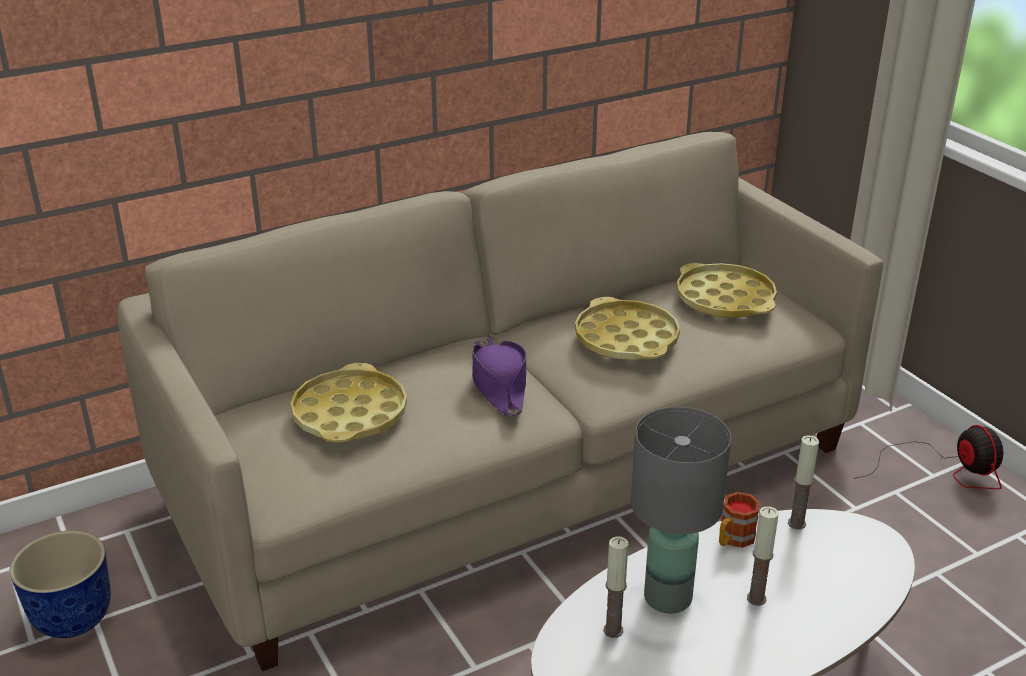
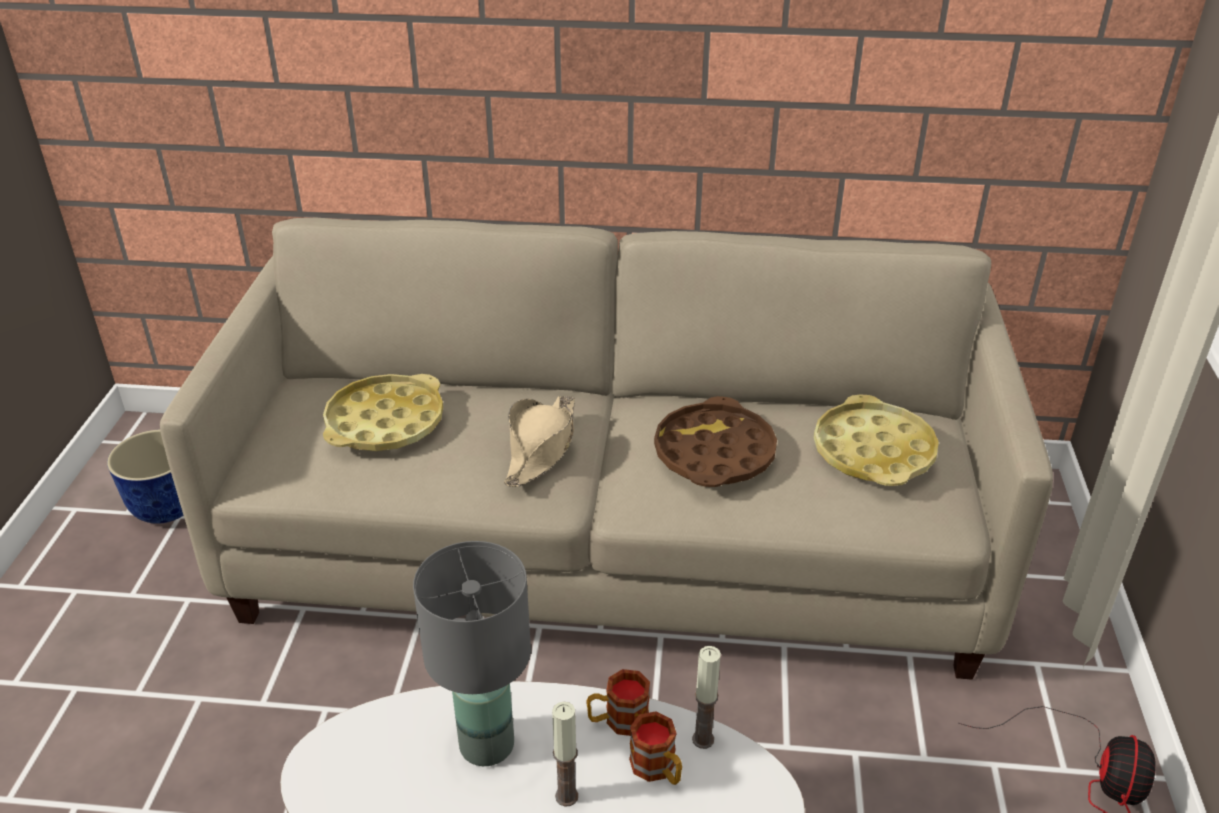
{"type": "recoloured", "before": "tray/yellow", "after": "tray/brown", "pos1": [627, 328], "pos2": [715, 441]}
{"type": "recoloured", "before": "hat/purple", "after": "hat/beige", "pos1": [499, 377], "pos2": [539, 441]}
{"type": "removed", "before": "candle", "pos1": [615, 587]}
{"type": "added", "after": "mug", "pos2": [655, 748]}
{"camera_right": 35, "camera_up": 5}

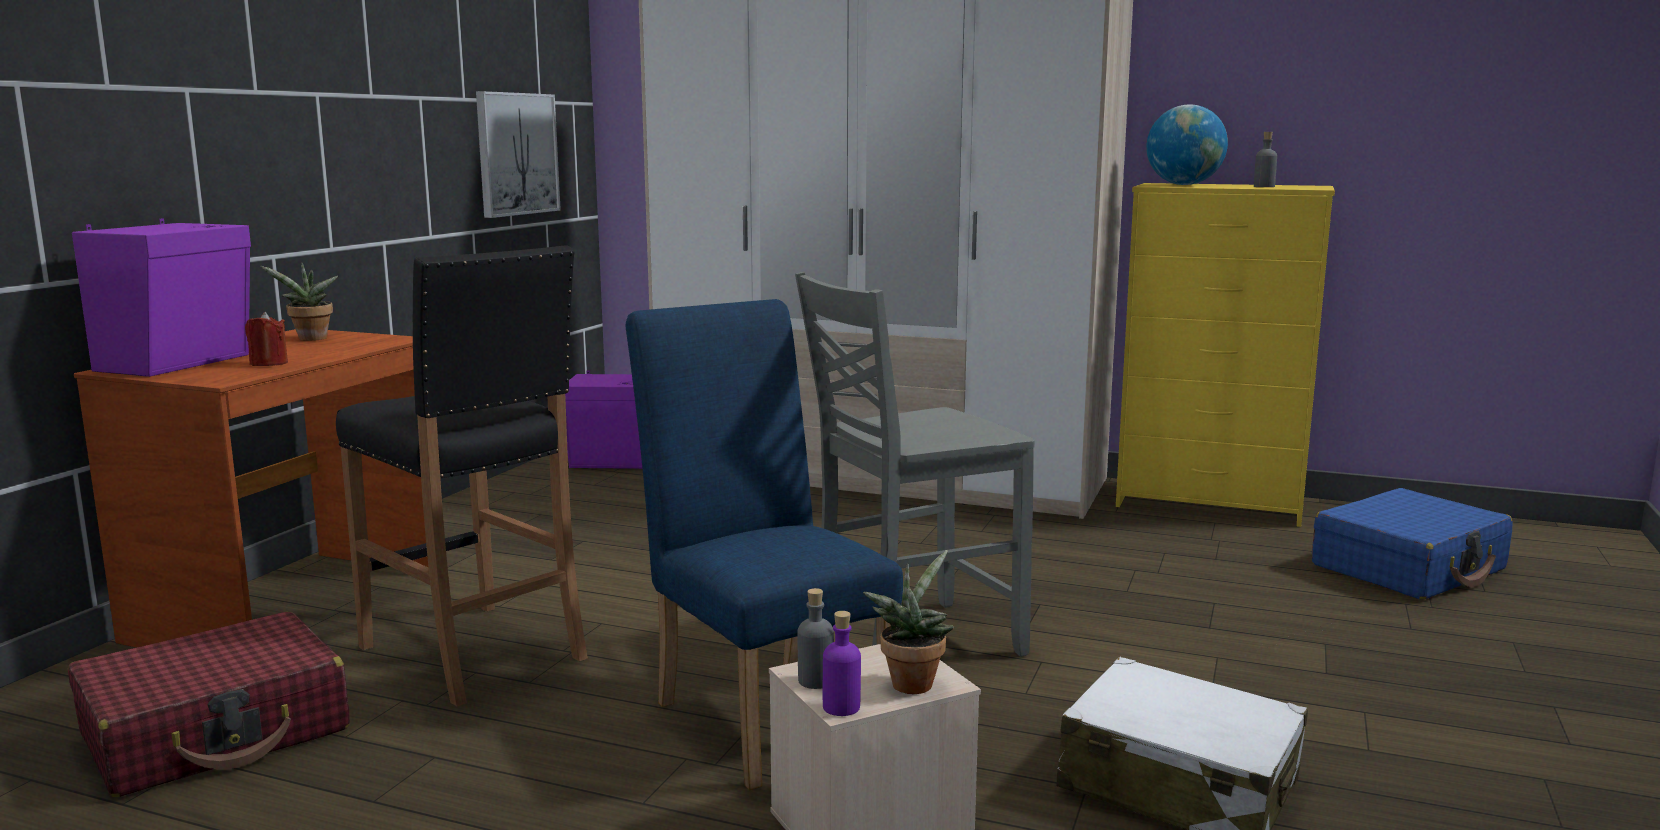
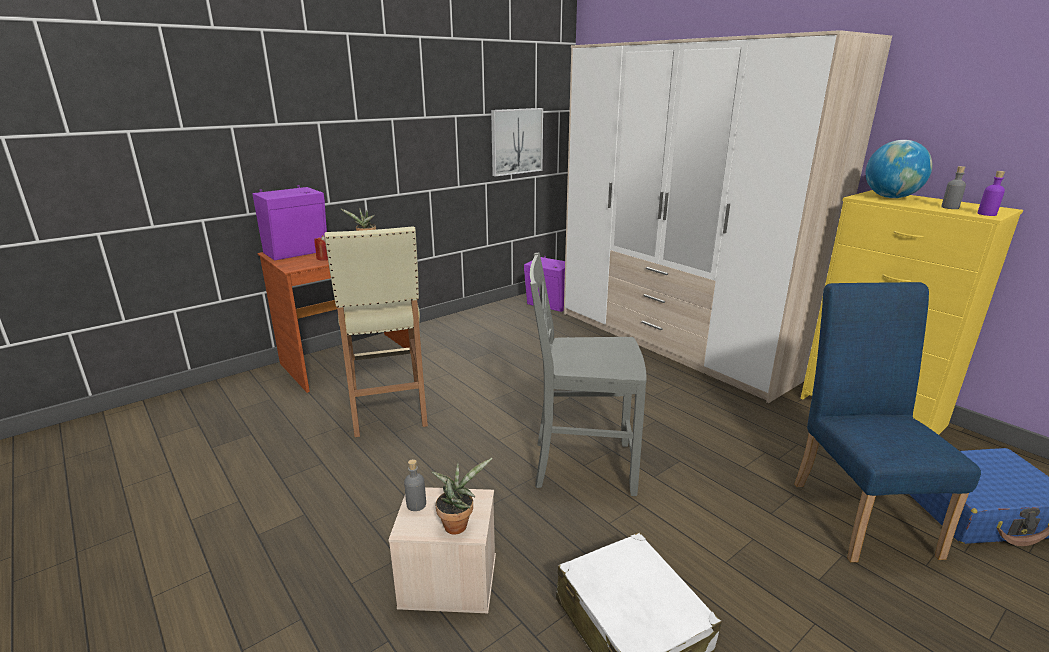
{"type": "recoloured", "before": "stool/black", "after": "stool/beige", "pos1": [462, 475], "pos2": [376, 331]}
{"type": "moved", "before": "chair/blue", "pos1": [764, 544], "pos2": [887, 422]}
{"type": "moved", "before": "bottle/purple", "pos1": [842, 663], "pos2": [991, 193]}
{"type": "removed", "before": "suitcase/red", "pos1": [209, 704]}
{"camera_right": 30, "camera_up": 10}

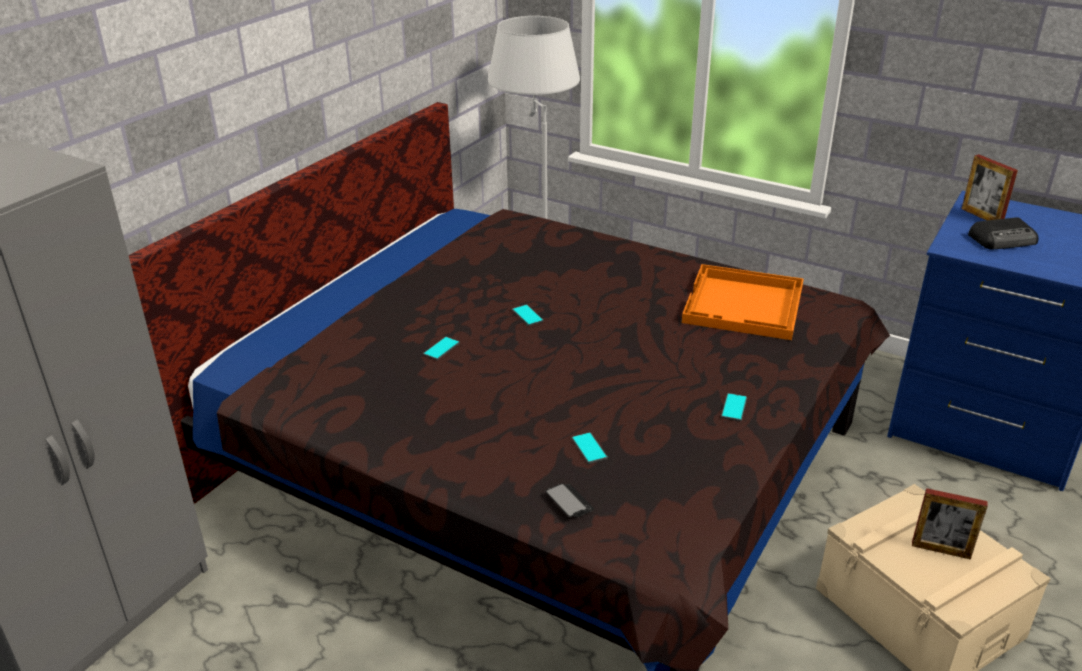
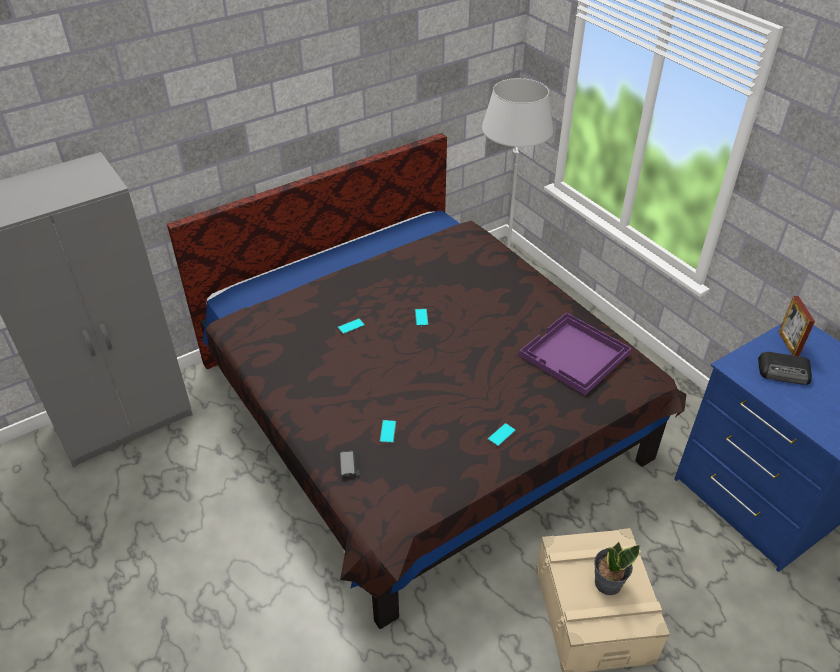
{"type": "recoloured", "before": "tray/orange", "after": "tray/purple", "pos1": [742, 302], "pos2": [575, 353]}
{"type": "replaced", "before": "picture frame", "after": "potted plant", "pos1": [950, 524], "pos2": [617, 568]}
{"camera_right": 25, "camera_up": 10}

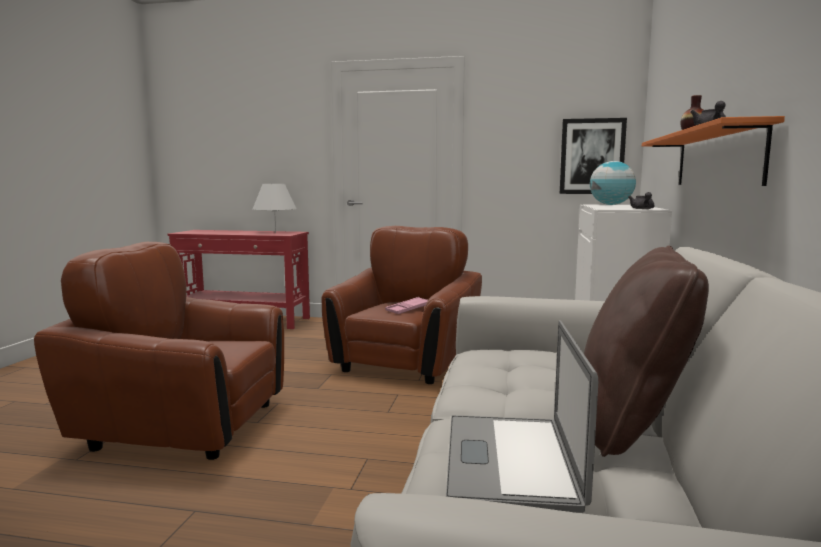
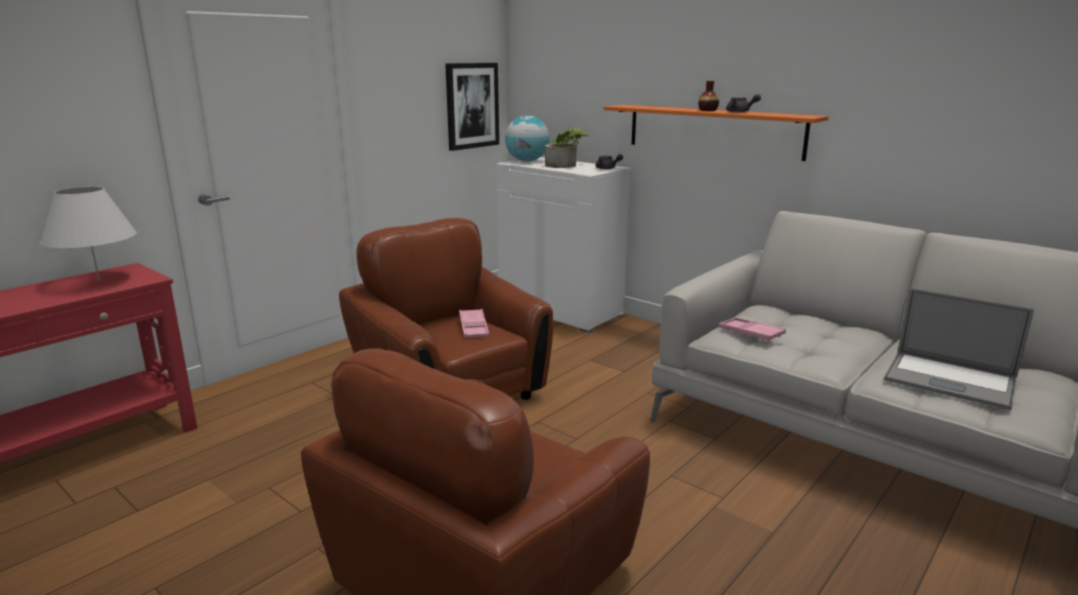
{"type": "removed", "before": "pillow/brown", "pos1": [646, 351]}
{"type": "added", "after": "potted plant", "pos2": [566, 147]}
{"type": "added", "after": "tray/pink", "pos2": [752, 329]}
{"camera_right": -60, "camera_up": 10}

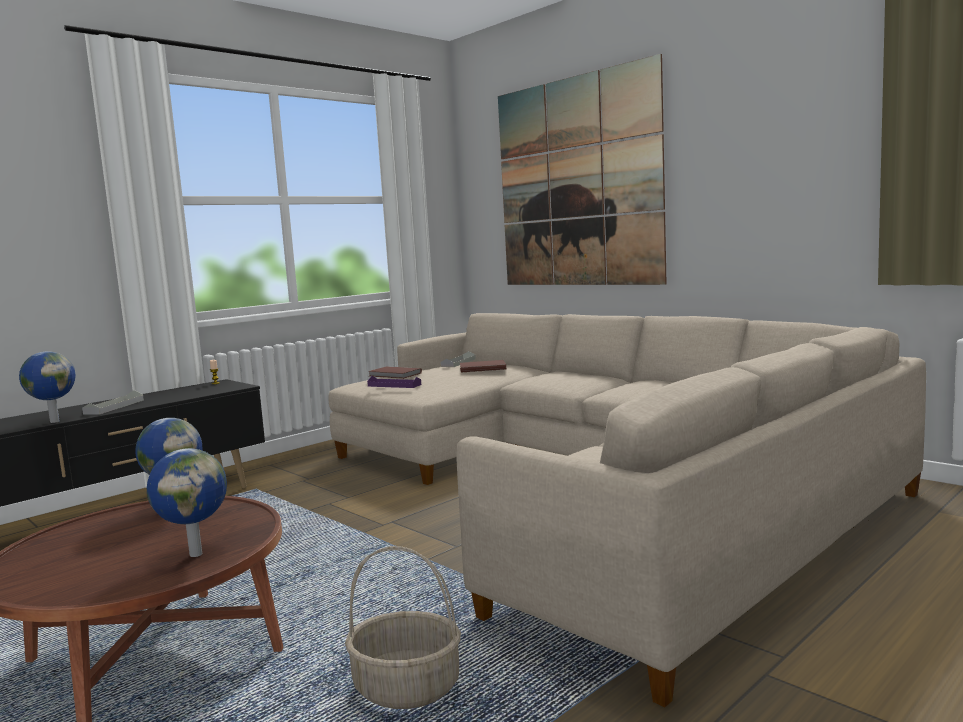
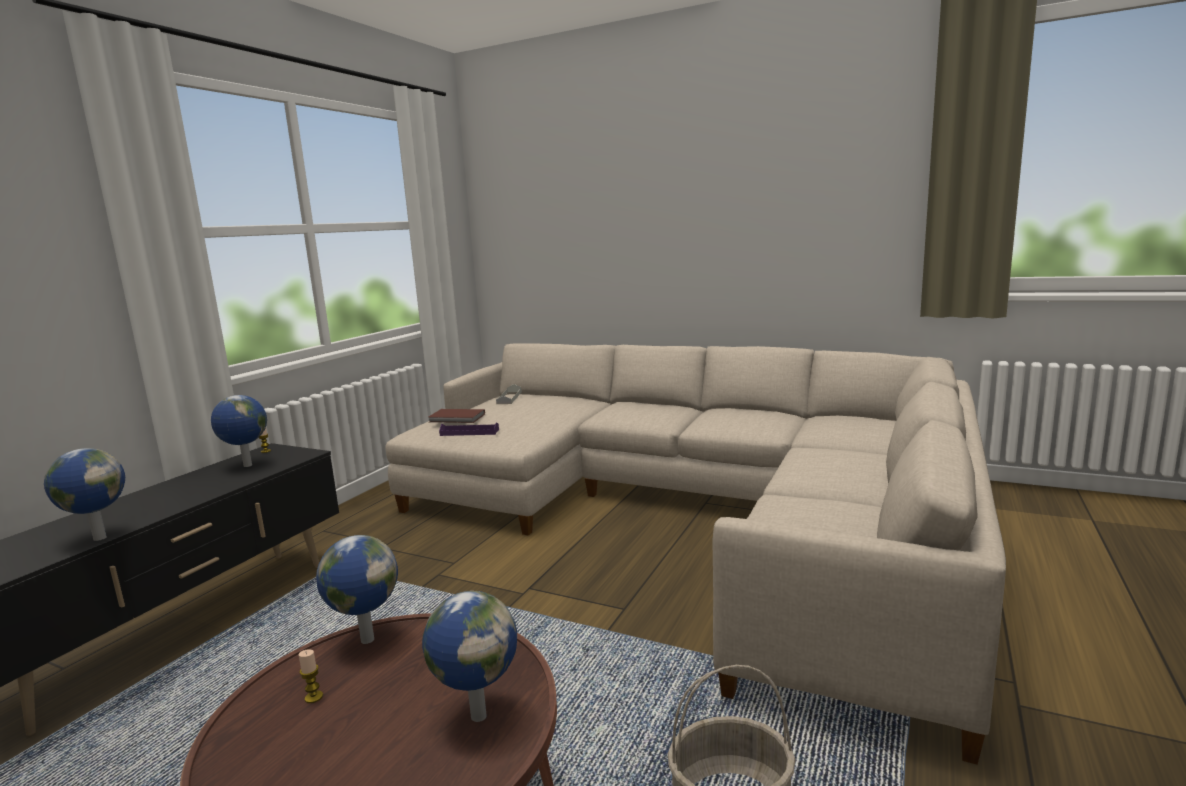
{"type": "removed", "before": "picture", "pos1": [582, 169]}
{"type": "removed", "before": "book/brown", "pos1": [483, 366]}
{"type": "removed", "before": "tray/grey", "pos1": [113, 402]}
{"type": "added", "after": "globe", "pos2": [239, 431]}
{"type": "added", "after": "candle", "pos2": [310, 676]}
{"camera_right": -20, "camera_up": 5}

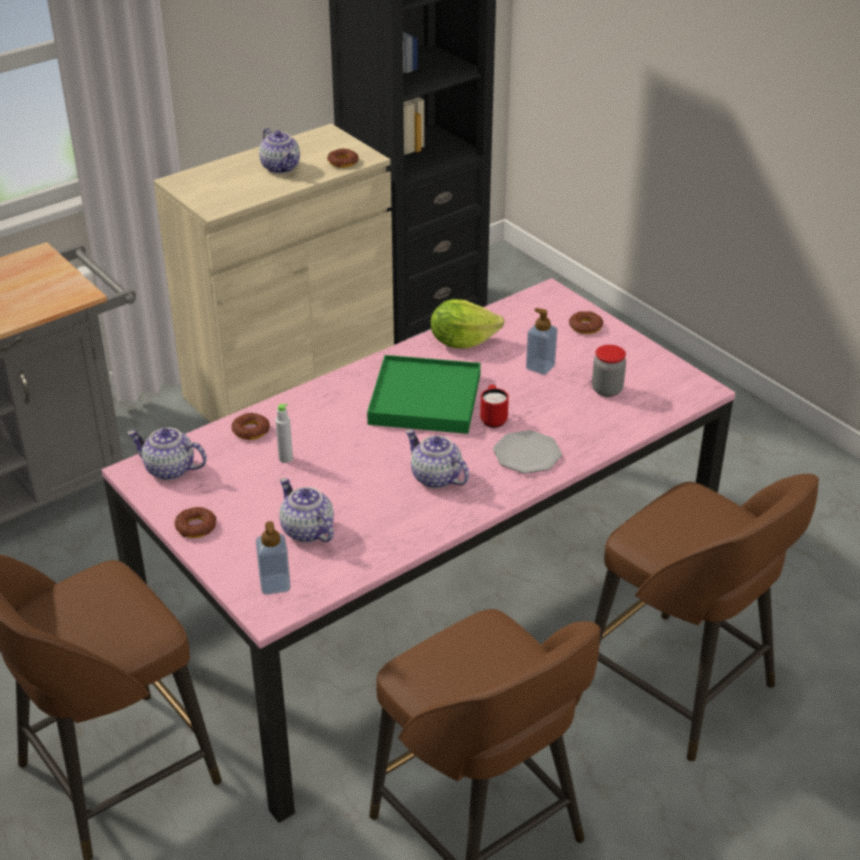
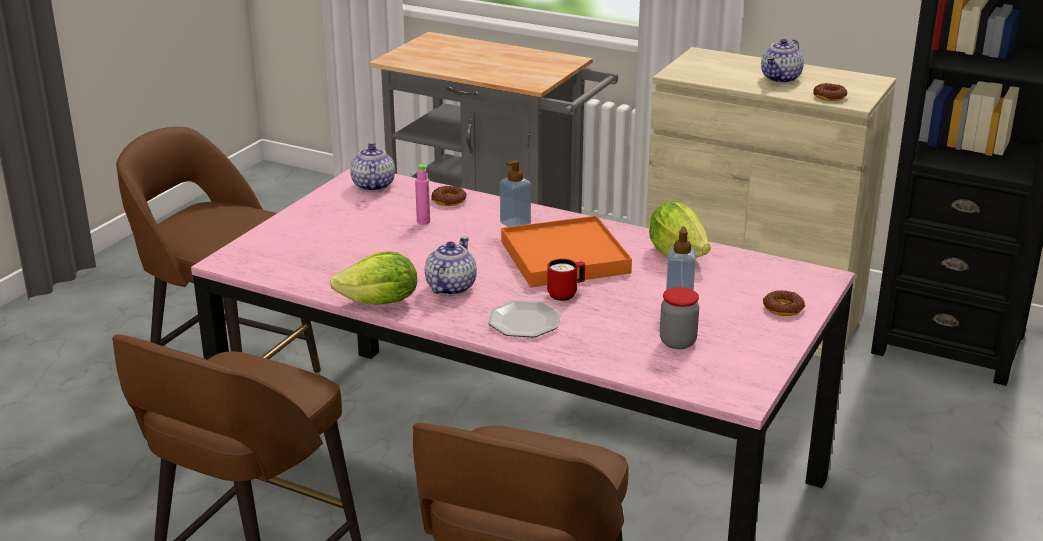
{"type": "recoloured", "before": "tray/green", "after": "tray/orange", "pos1": [424, 394], "pos2": [566, 252]}
{"type": "recoloured", "before": "bottle/grey", "after": "bottle/pink", "pos1": [284, 433], "pos2": [422, 194]}
{"type": "removed", "before": "teapot", "pos1": [306, 510]}
{"type": "removed", "before": "donut", "pos1": [195, 522]}
{"type": "moved", "before": "soap dispenser", "pos1": [273, 558], "pos2": [515, 193]}
{"type": "added", "after": "lettuce", "pos2": [373, 278]}
{"camera_right": 65, "camera_up": -10}

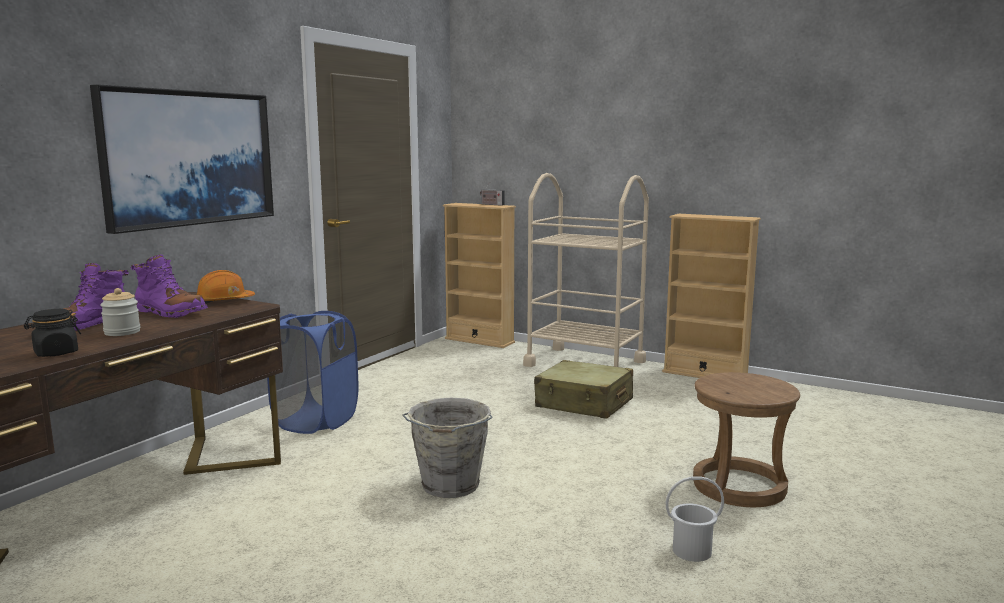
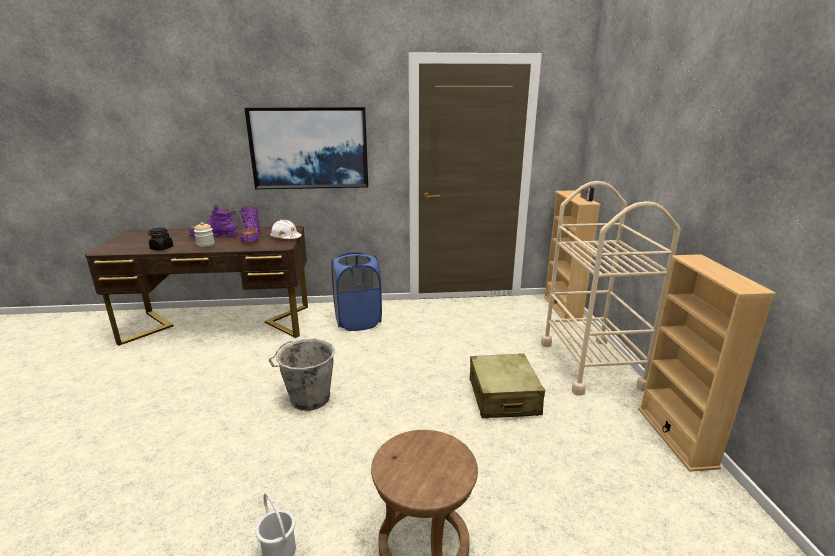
{"type": "recoloured", "before": "hard hat/orange", "after": "hard hat/white", "pos1": [225, 287], "pos2": [286, 229]}
{"camera_right": 55, "camera_up": 10}

